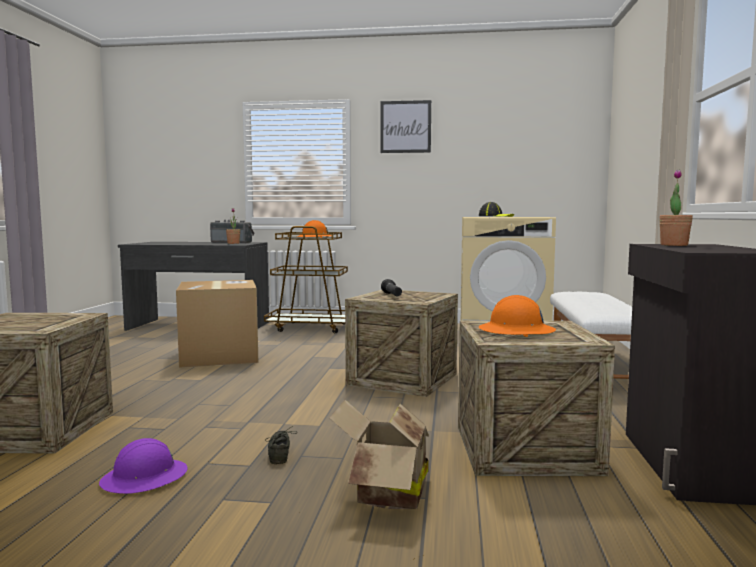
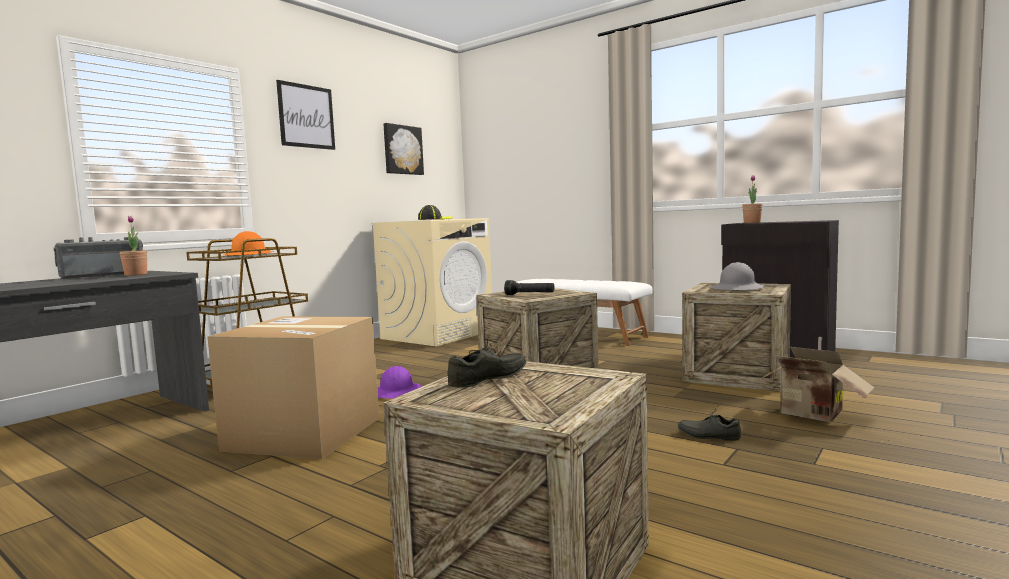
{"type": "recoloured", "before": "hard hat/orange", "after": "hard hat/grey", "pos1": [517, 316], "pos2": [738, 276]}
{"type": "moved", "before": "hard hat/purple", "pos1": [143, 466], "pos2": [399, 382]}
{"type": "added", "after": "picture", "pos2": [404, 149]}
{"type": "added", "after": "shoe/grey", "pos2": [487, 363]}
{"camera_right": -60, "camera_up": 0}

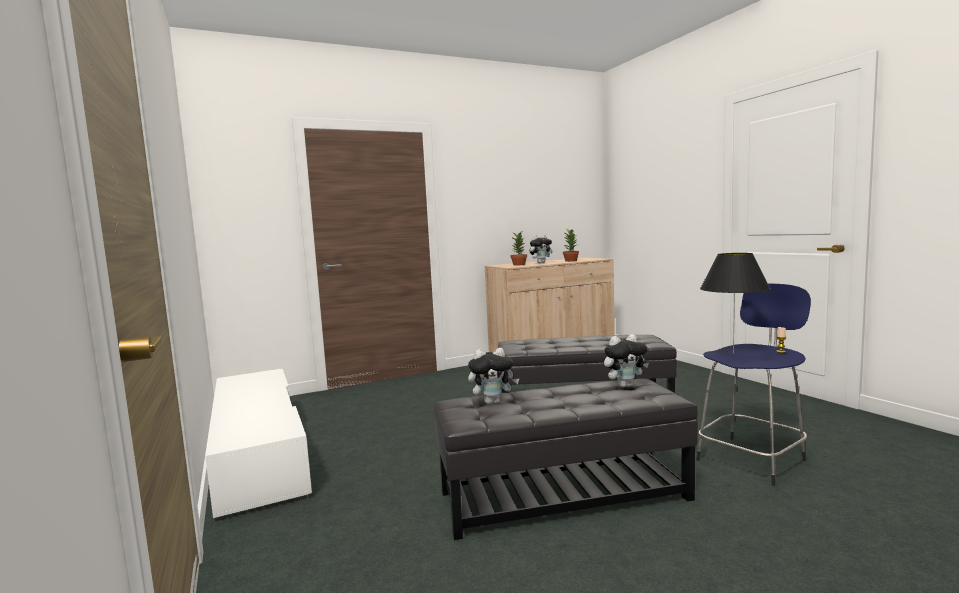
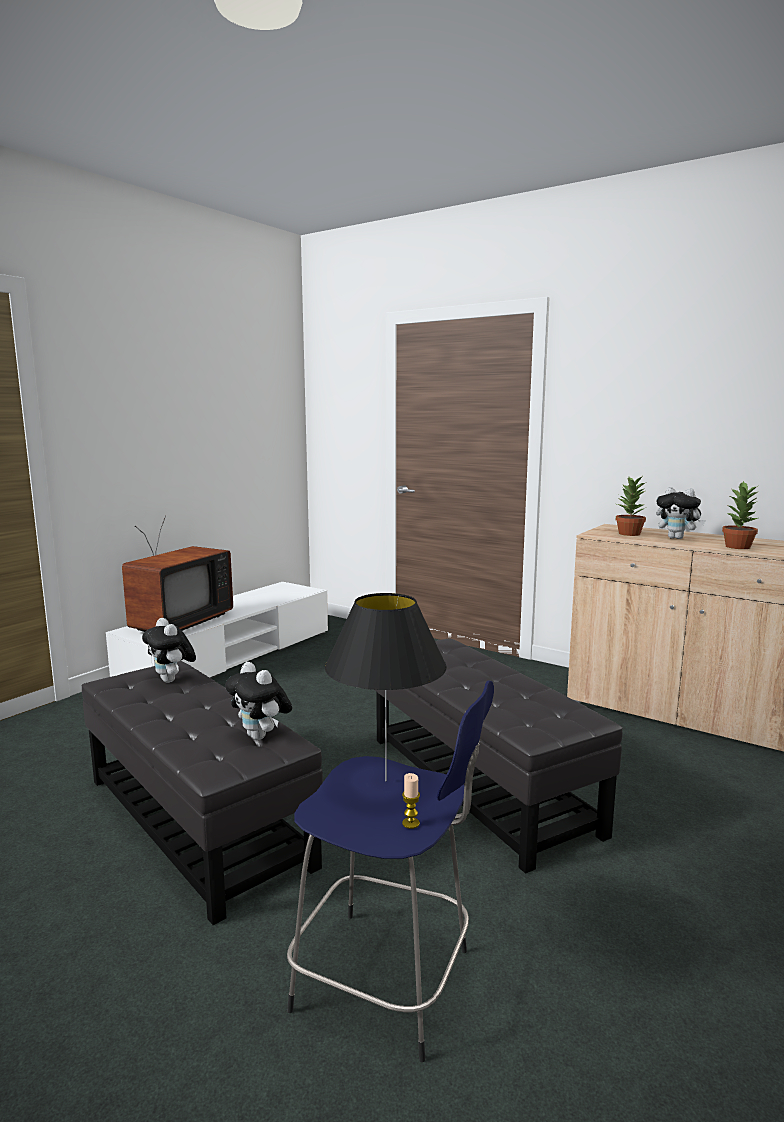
{"type": "added", "after": "television", "pos2": [177, 574]}
{"camera_right": 60, "camera_up": 5}

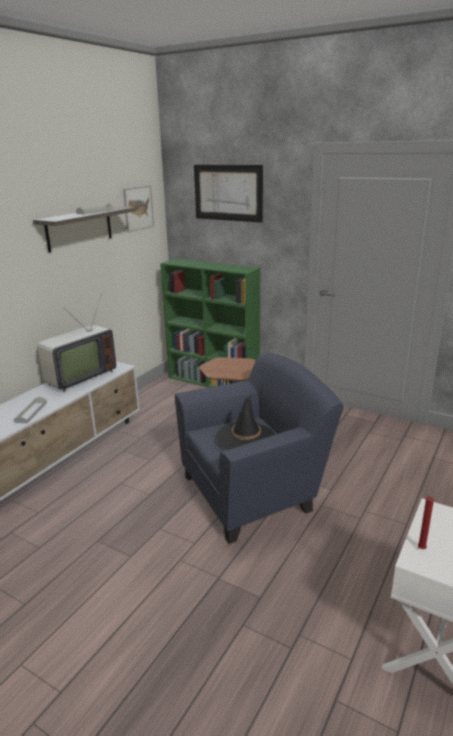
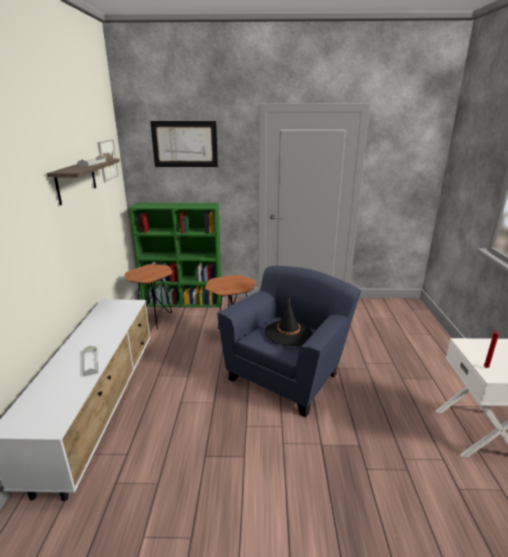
{"type": "removed", "before": "television", "pos1": [76, 343]}
{"type": "added", "after": "side table/brown", "pos2": [149, 296]}
{"camera_right": -30, "camera_up": 0}

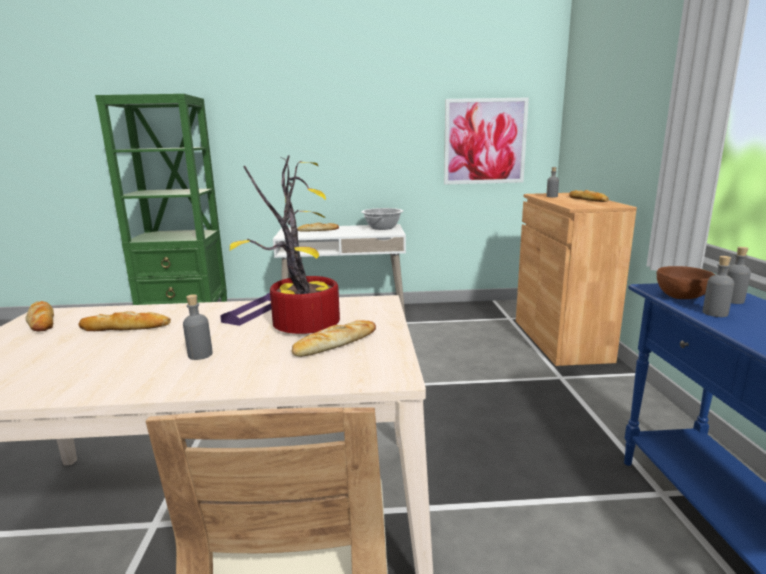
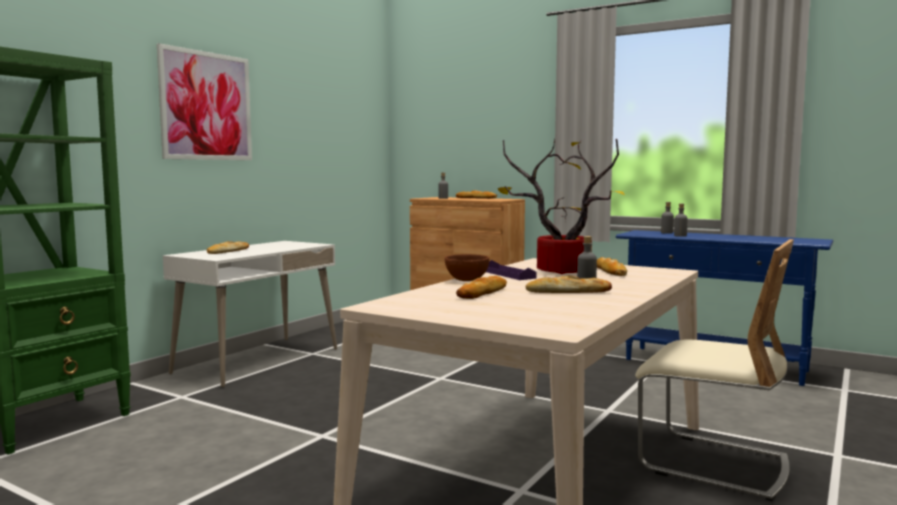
{"type": "moved", "before": "picture", "pos1": [486, 141], "pos2": [204, 101]}
{"type": "removed", "before": "cooking pot", "pos1": [382, 219]}
{"type": "moved", "before": "bowl/brown", "pos1": [686, 282], "pos2": [467, 267]}
{"type": "moved", "before": "bread", "pos1": [39, 316], "pos2": [569, 284]}
{"camera_right": -55, "camera_up": -10}

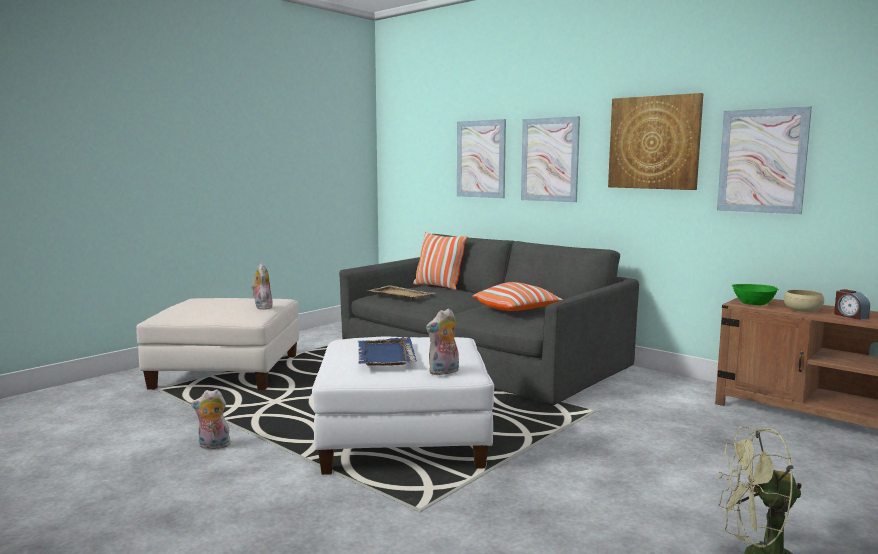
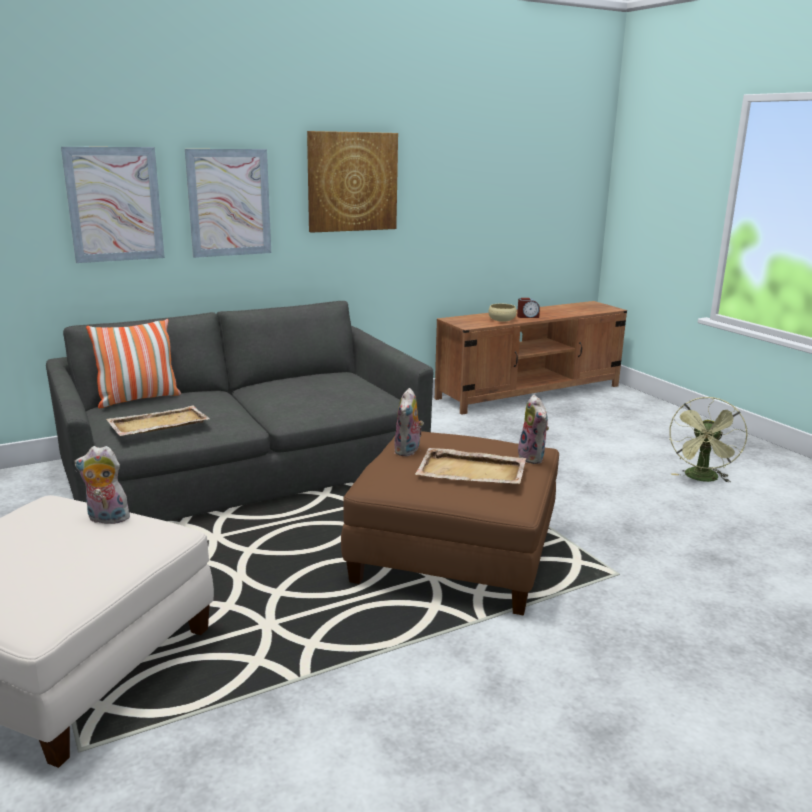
{"type": "removed", "before": "picture", "pos1": [764, 160]}
{"type": "removed", "before": "pillow", "pos1": [517, 296]}
{"type": "removed", "before": "bowl/green", "pos1": [755, 294]}
{"type": "recoloured", "before": "ottoman/white", "after": "ottoman/brown", "pos1": [403, 405], "pos2": [450, 523]}
{"type": "recoloured", "before": "tray/blue", "after": "tray/beige", "pos1": [387, 351], "pos2": [470, 466]}
{"type": "moved", "before": "plush toy", "pos1": [211, 419], "pos2": [409, 422]}
{"camera_right": -70, "camera_up": 10}

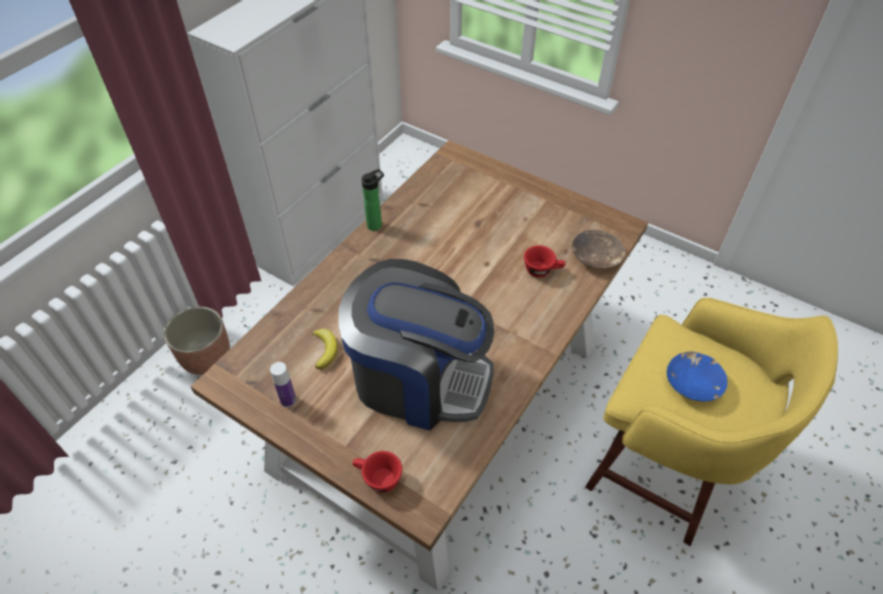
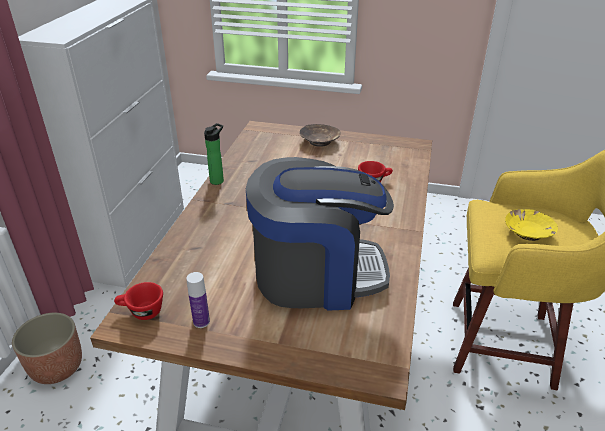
{"type": "moved", "before": "bowl/brown", "pos1": [599, 249], "pos2": [320, 135]}
{"type": "removed", "before": "banana", "pos1": [325, 349]}
{"type": "recoloured", "before": "bowl/blue", "after": "bowl/yellow", "pos1": [697, 377], "pos2": [531, 225]}
{"type": "moved", "before": "cup/red", "pos1": [377, 472], "pos2": [138, 301]}
{"camera_right": -20, "camera_up": -15}

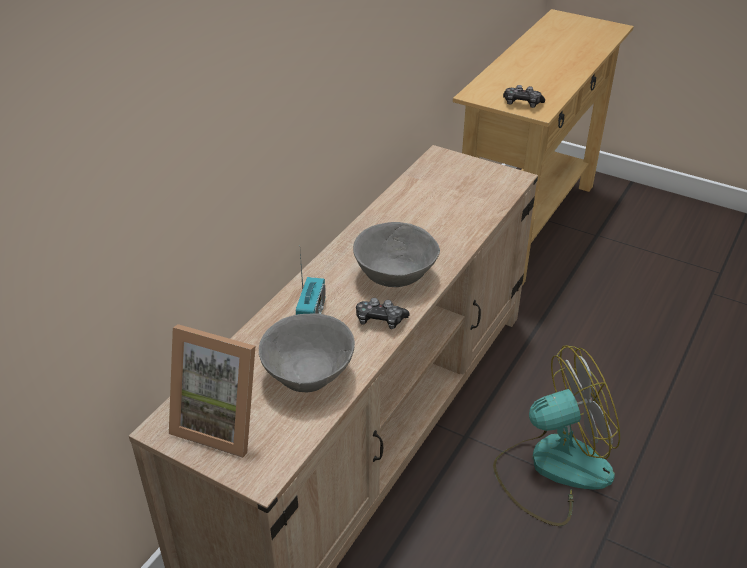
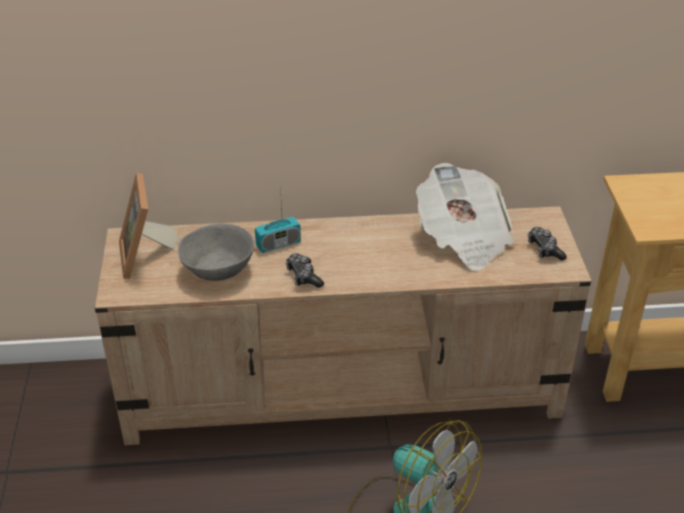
{"type": "moved", "before": "game controller", "pos1": [524, 96], "pos2": [547, 244]}
{"type": "removed", "before": "bowl/grey", "pos1": [396, 254]}
{"type": "added", "after": "newspaper", "pos2": [465, 217]}
{"camera_right": 55, "camera_up": 0}

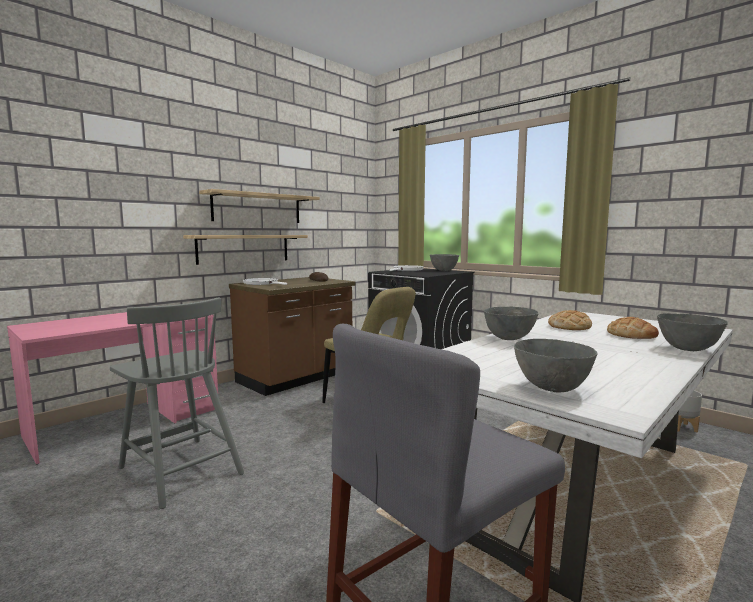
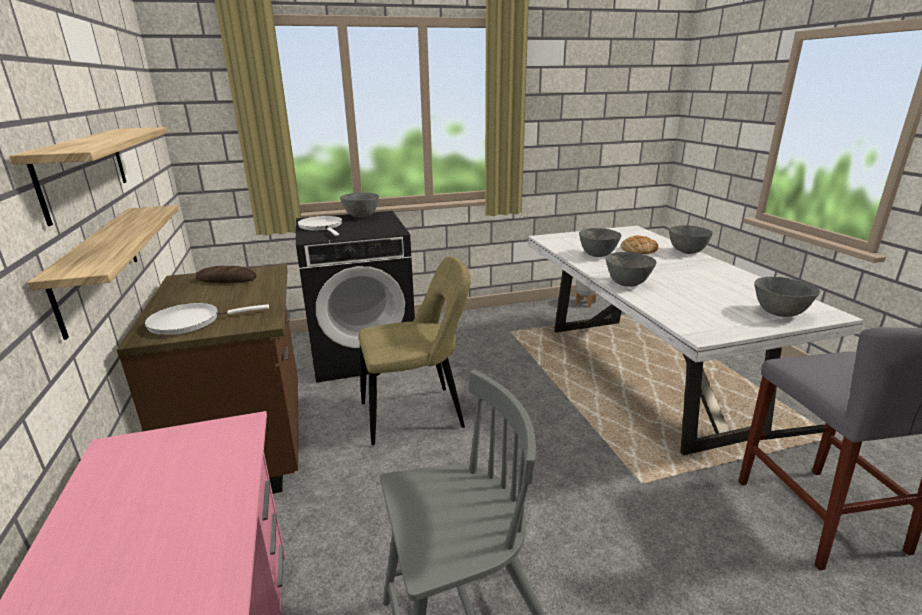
{"type": "replaced", "before": "bread", "after": "bowl/grey", "pos1": [570, 320], "pos2": [600, 242]}
{"camera_right": -60, "camera_up": 15}

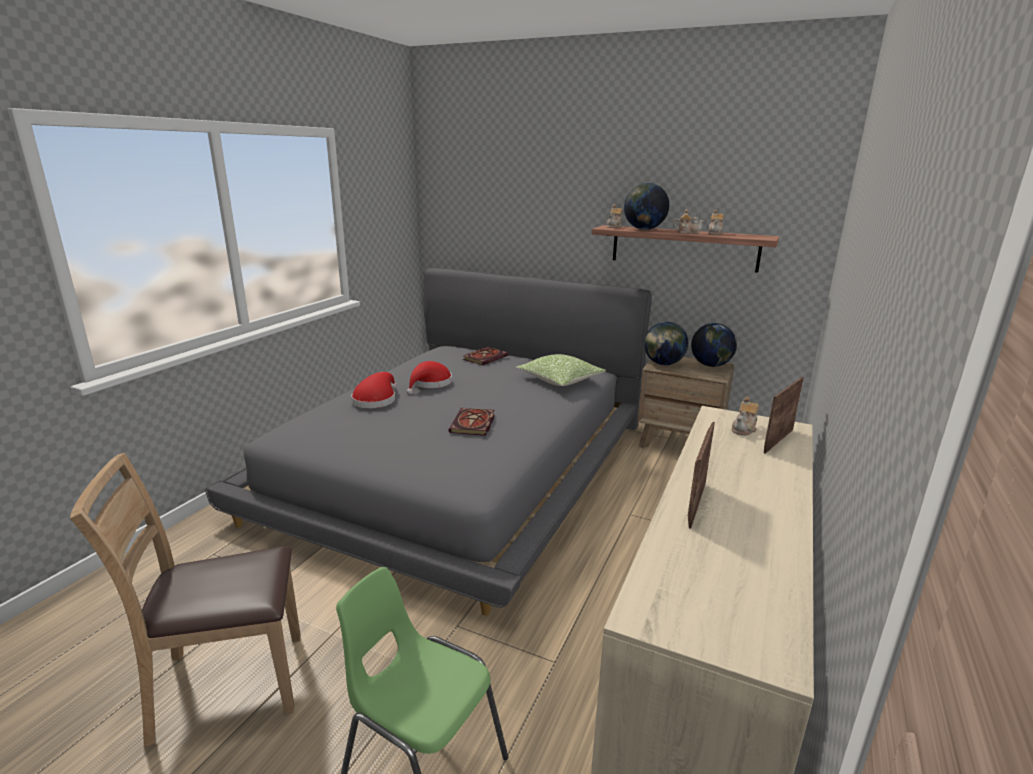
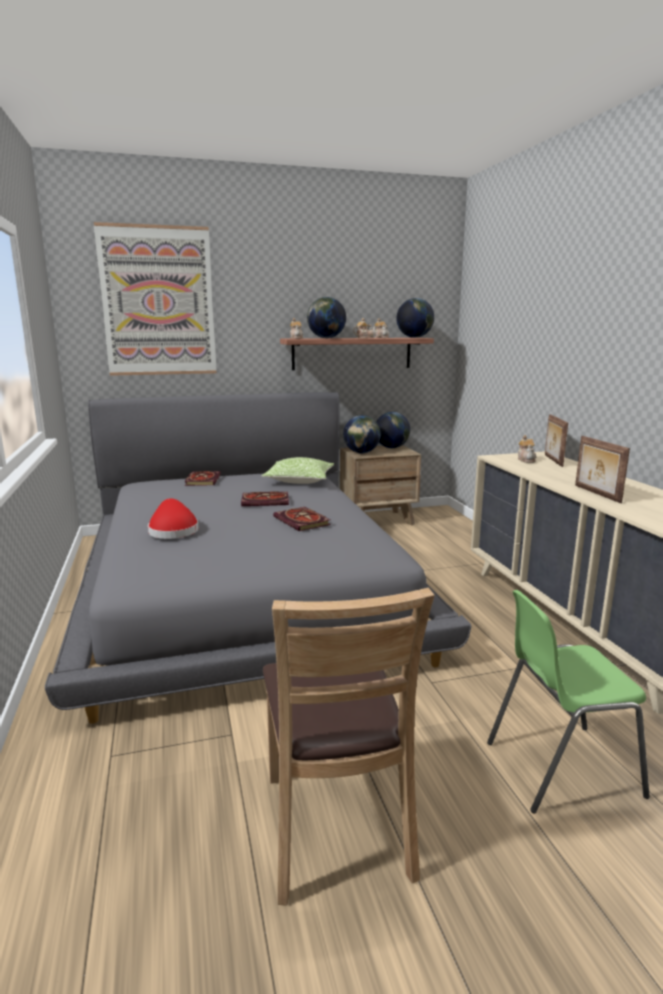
{"type": "removed", "before": "hat/red", "pos1": [429, 378]}
{"type": "turned", "before": "chair/brown", "pos1": [185, 600], "pos2": [349, 747], "turn": -45}
{"type": "added", "after": "picture", "pos2": [155, 299]}
{"type": "added", "after": "globe", "pos2": [415, 318]}
{"type": "added", "after": "book", "pos2": [265, 498]}
{"camera_right": -40, "camera_up": -5}

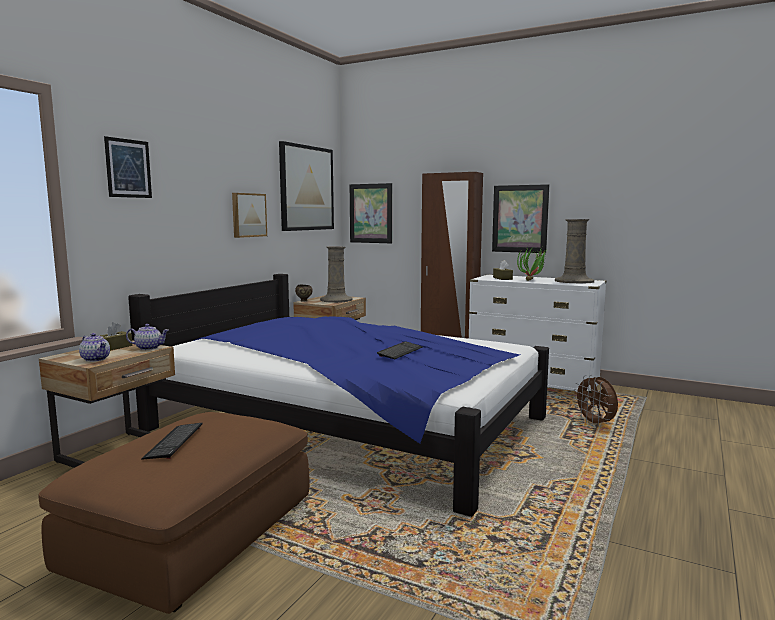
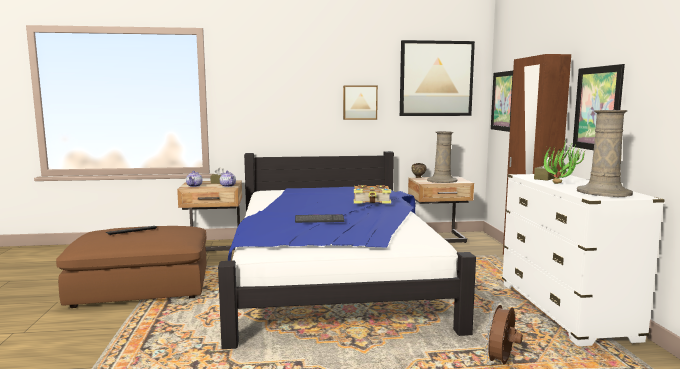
{"type": "removed", "before": "picture", "pos1": [128, 167]}
{"type": "added", "after": "book", "pos2": [372, 194]}
{"camera_right": 55, "camera_up": 0}

